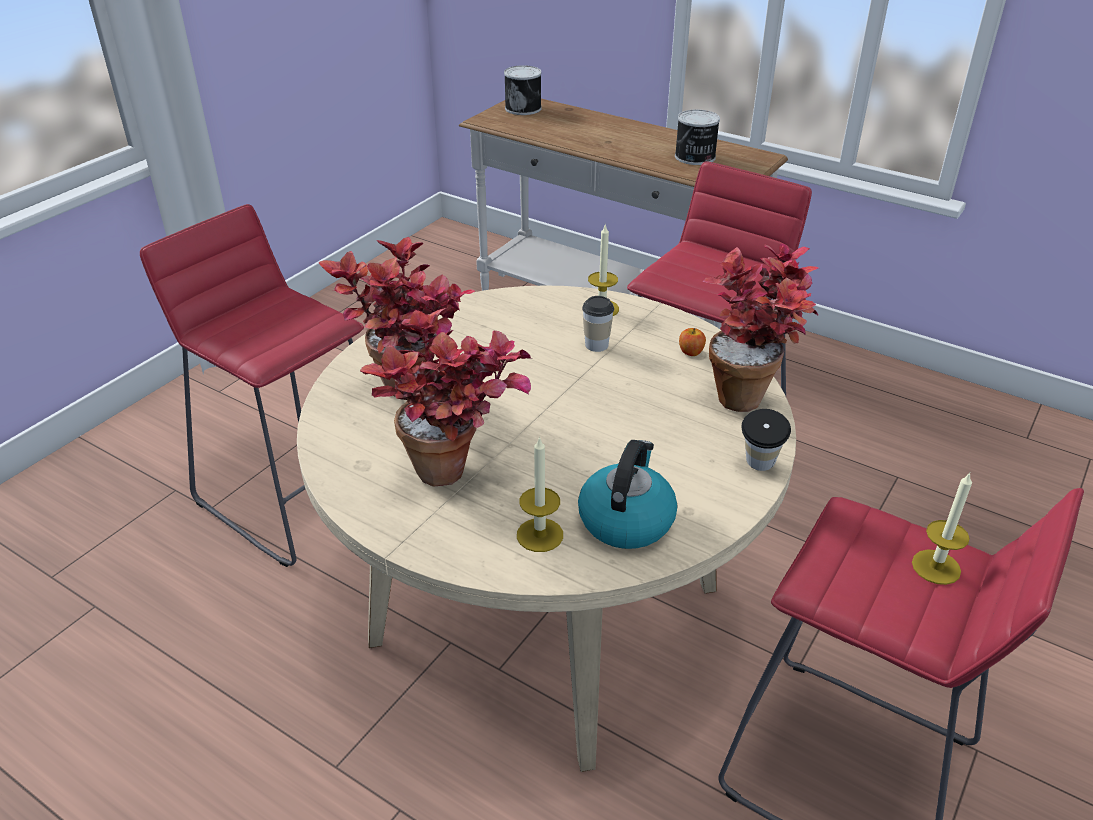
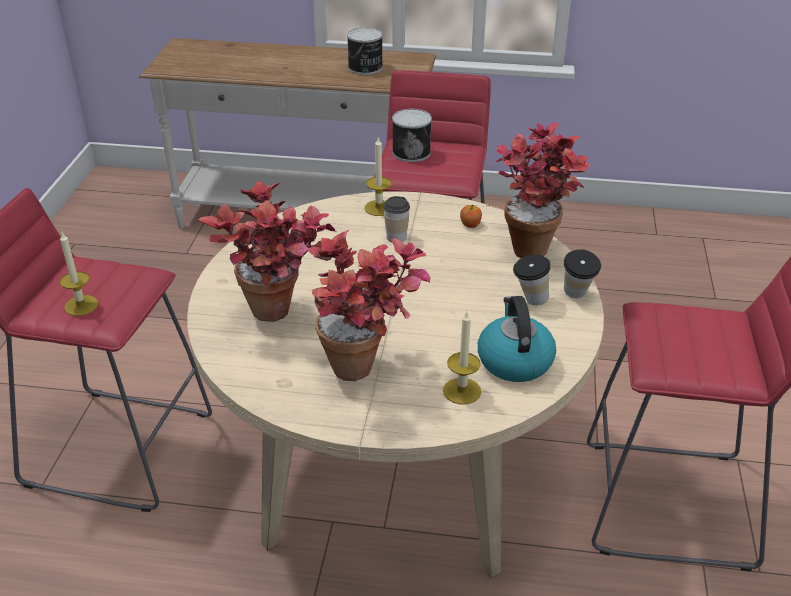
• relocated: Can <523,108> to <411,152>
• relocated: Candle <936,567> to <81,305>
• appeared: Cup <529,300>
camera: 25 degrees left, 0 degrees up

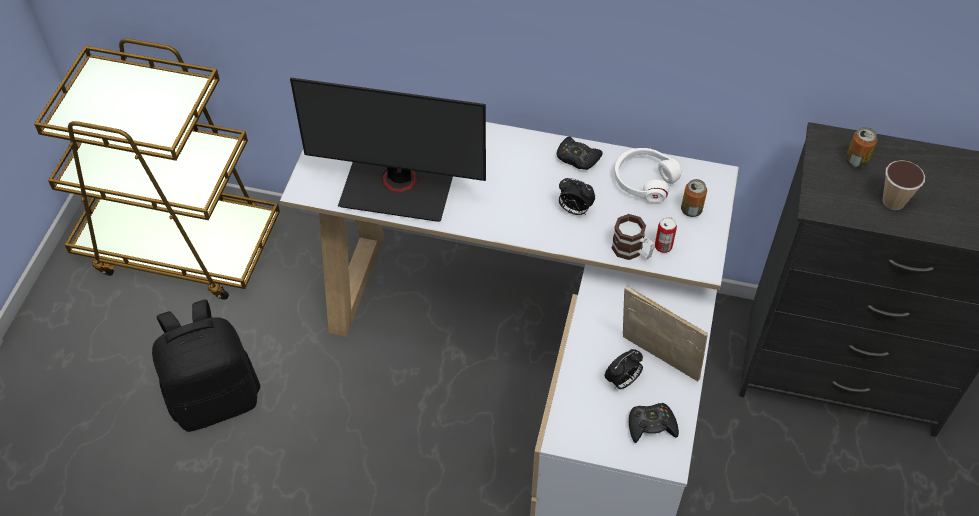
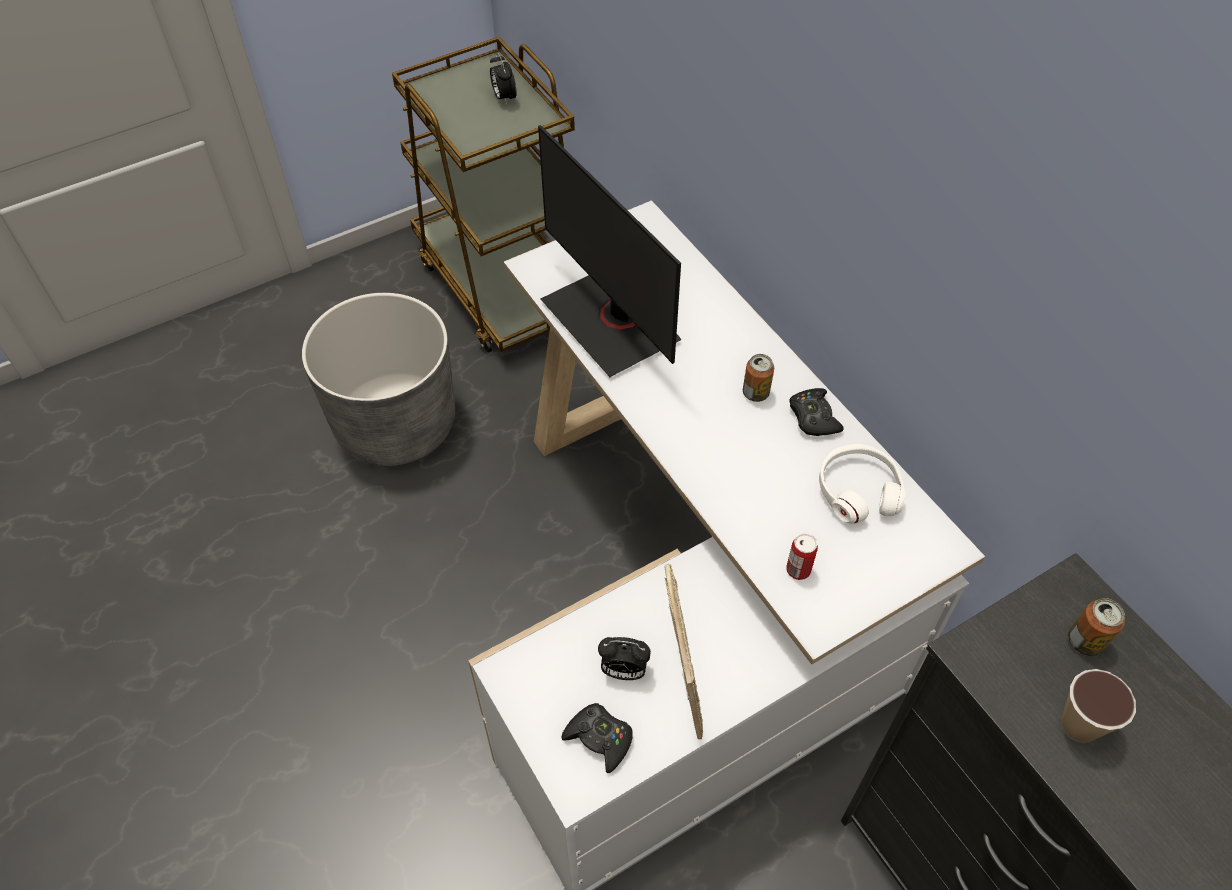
• exchanged: BlackBackpack <215,398> to GreyPlanter <396,424>
• relocated: AlarmClock <574,210> to <504,97>
• missing: Mug <632,251>
• relocated: Can <691,210> to <755,393>
camera: 45 degrees right, 0 degrees up

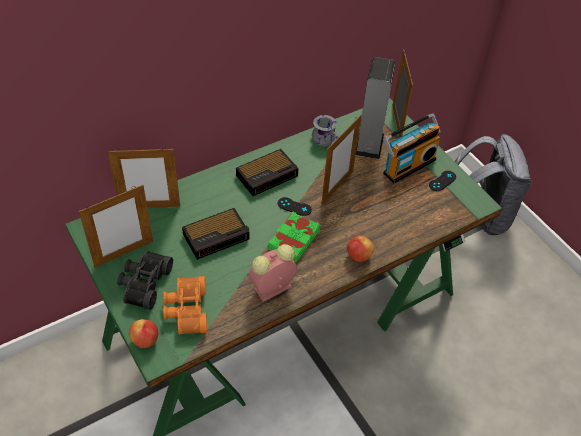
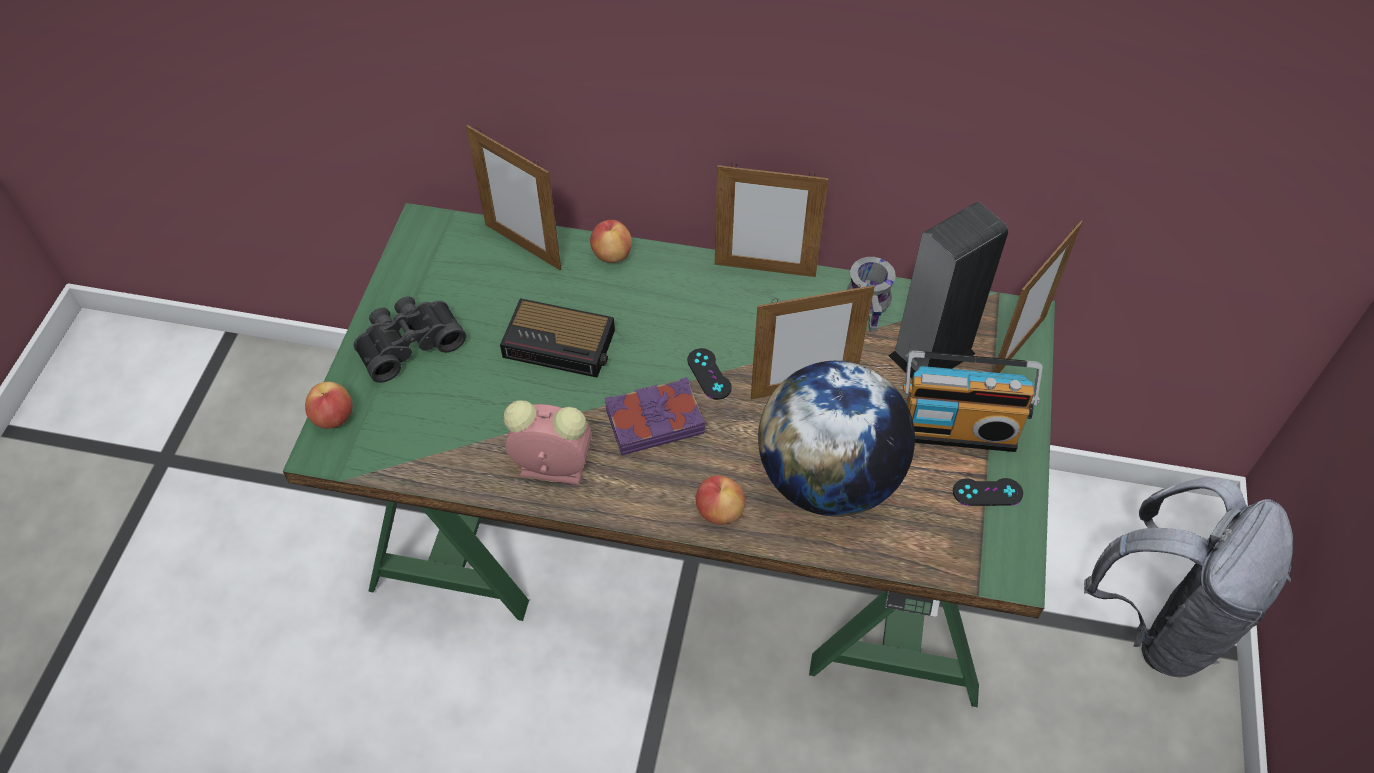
• relocated: PictureFrame <124,253> to <764,270>
• missing: OrangeBinoculars <185,310>
• missing: AlarmClock <268,175>
• colour: GreenBook <293,240> to PurpleBook <654,420>
• appeared: Apple <612,254>
• appeared: Globe <828,478>
camera: 45 degrees right, 5 degrees up

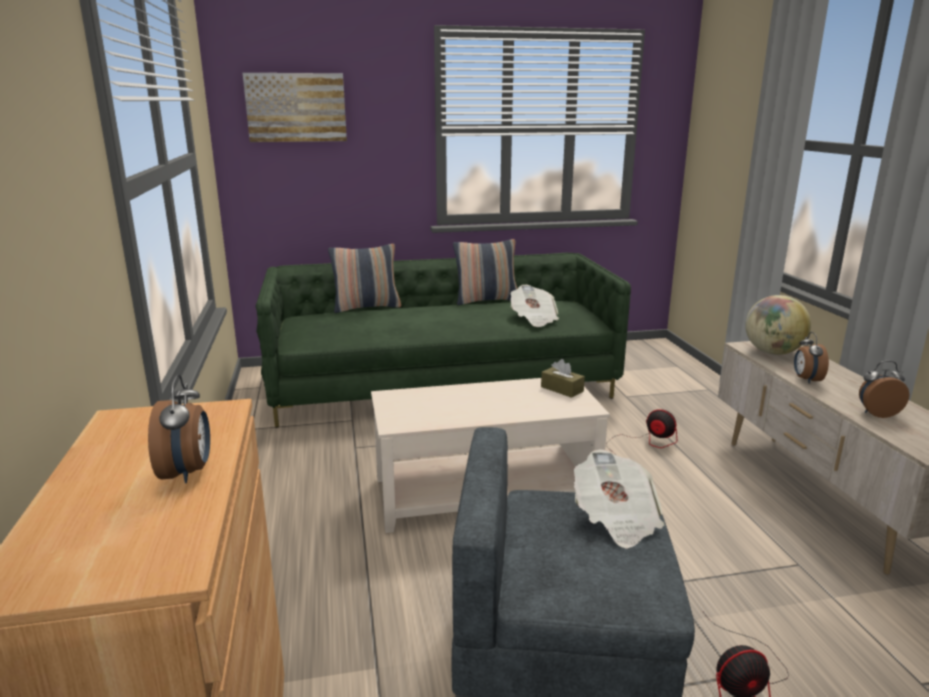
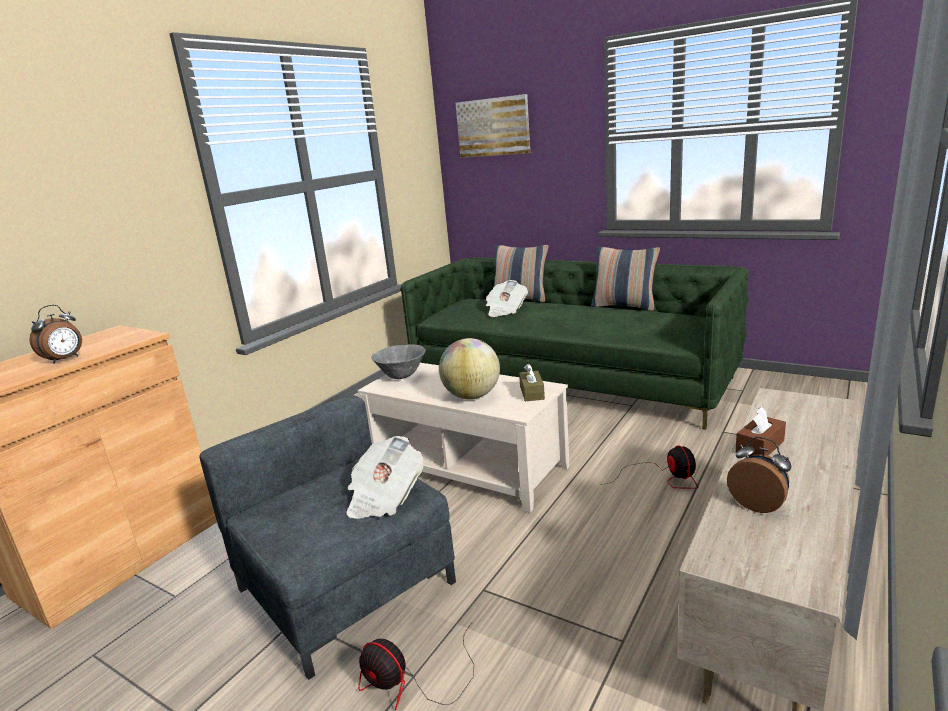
• relocated: Newspaper <534,319> to <505,310>
• relocated: Globe <772,352> to <472,396>
• exchanged: AlarmClock <806,380> to BrownTissueBox <759,447>
• appeared: GreyBowl <401,376>
camera: 45 degrees right, 0 degrees up

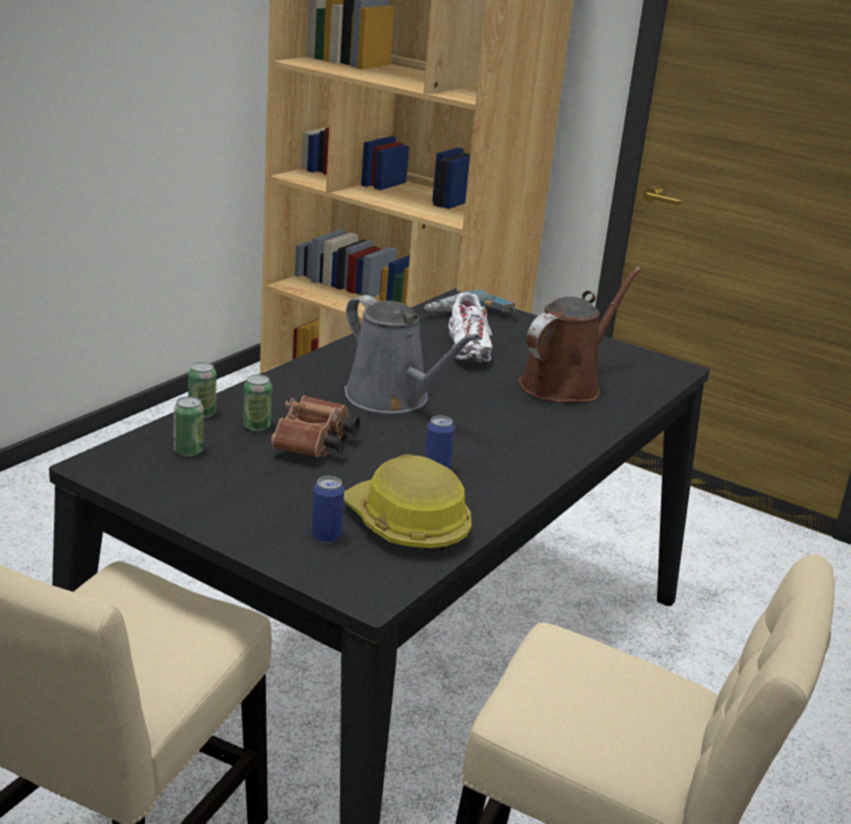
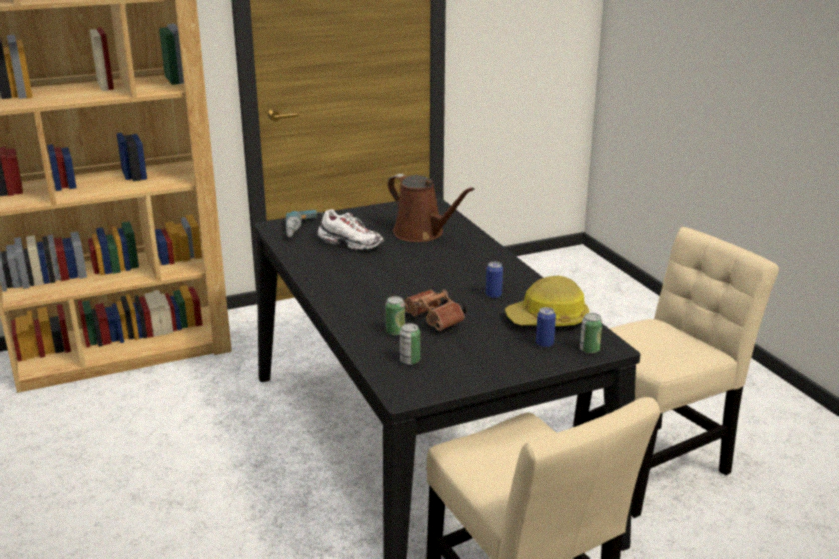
• relocated: Can <202,413> to <589,350>
• missing: GreyWateringCan <392,399>
• spun: BrownWateringCan <565,384> = <422,233> 150 degrees clockwise
camera: 55 degrees left, 0 degrees up

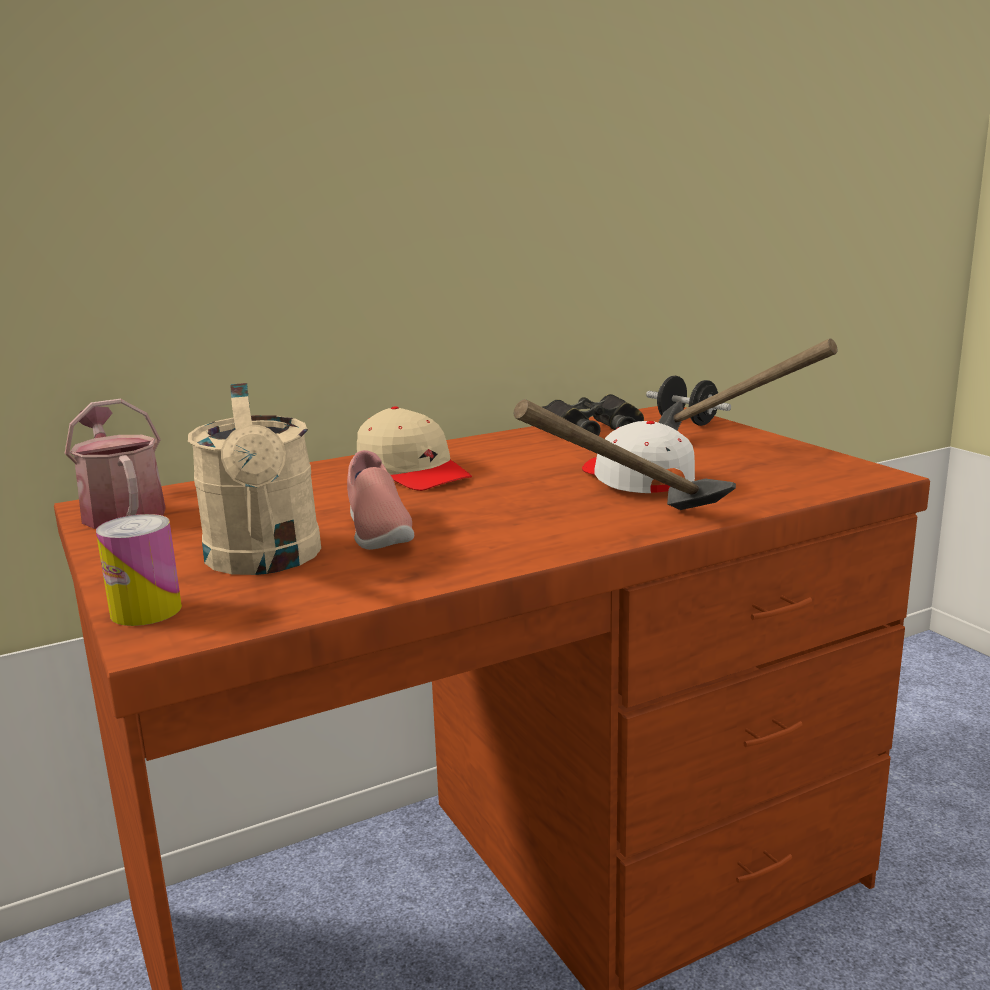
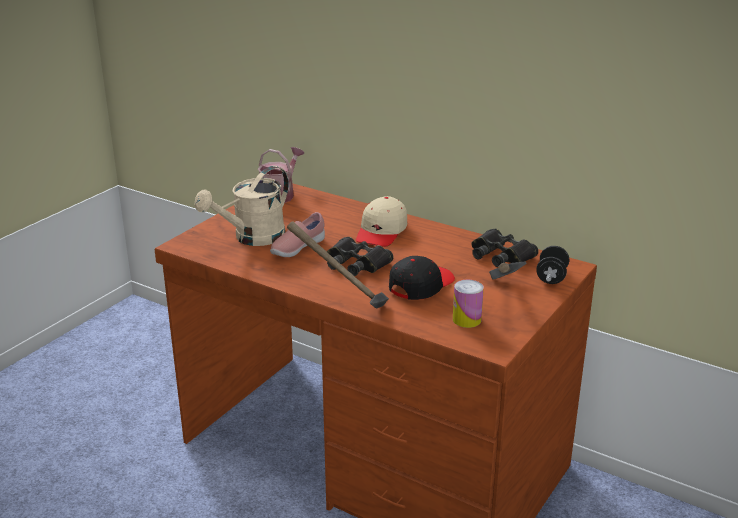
• relocated: Can <146,610> to <467,320>
• colour: WhiteCap <635,479> to BlackCap <421,285>
• appeared: BlackBinoculars <356,263>
camera: 60 degrees right, 10 degrees up

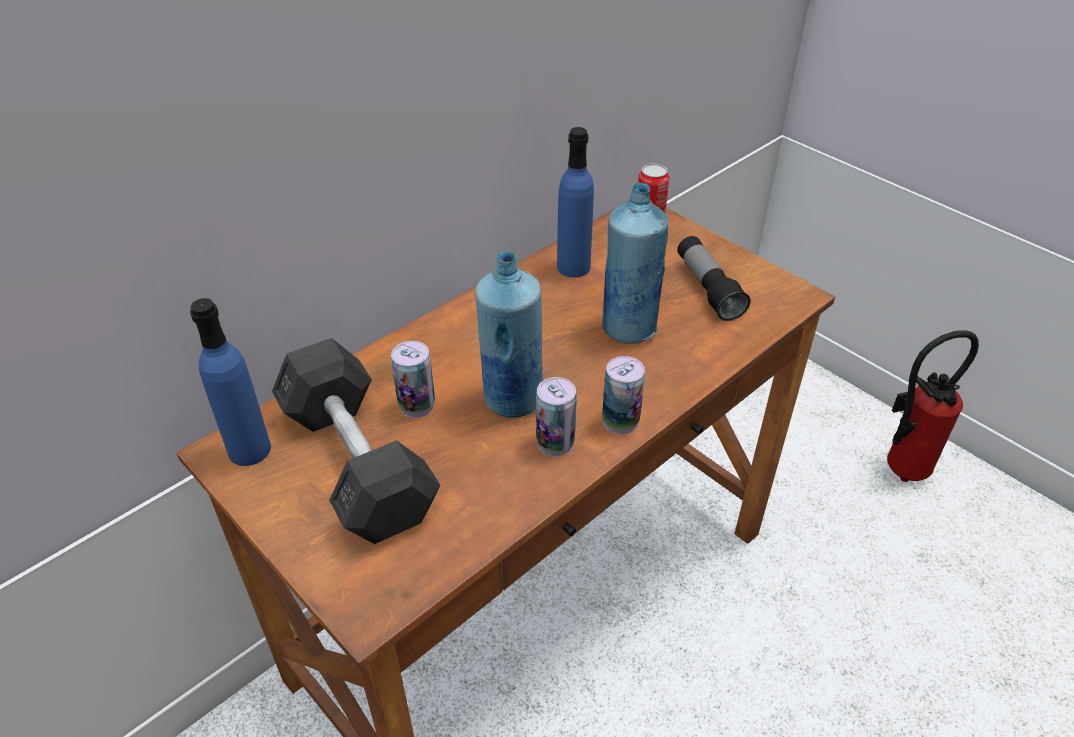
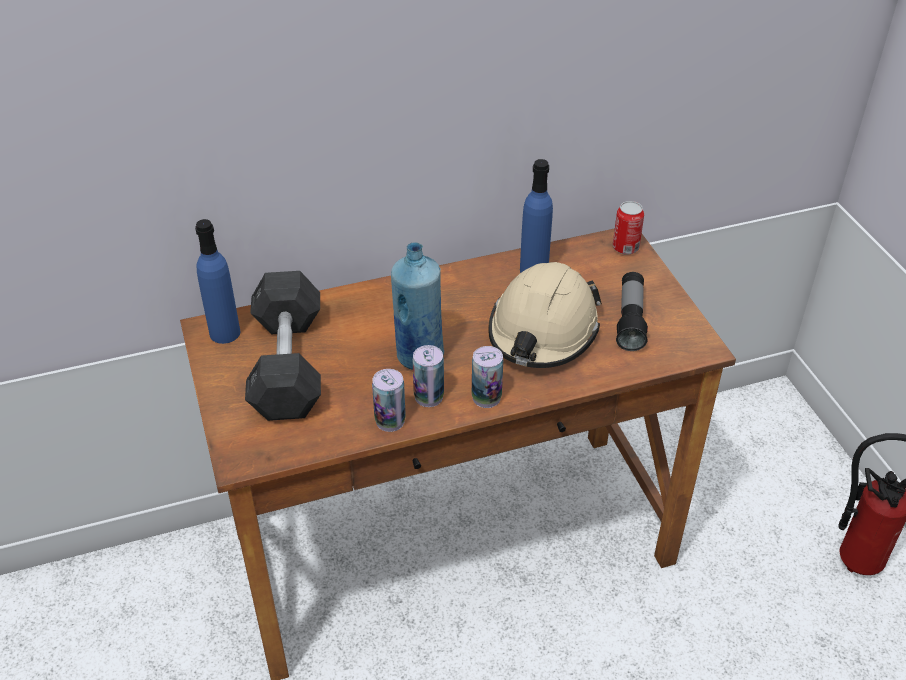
• relocated: Can <417,405> to <390,421>
• exchanged: BlueBottle <629,328> to BeigeHardHat <543,331>
camera: 25 degrees right, 0 degrees up

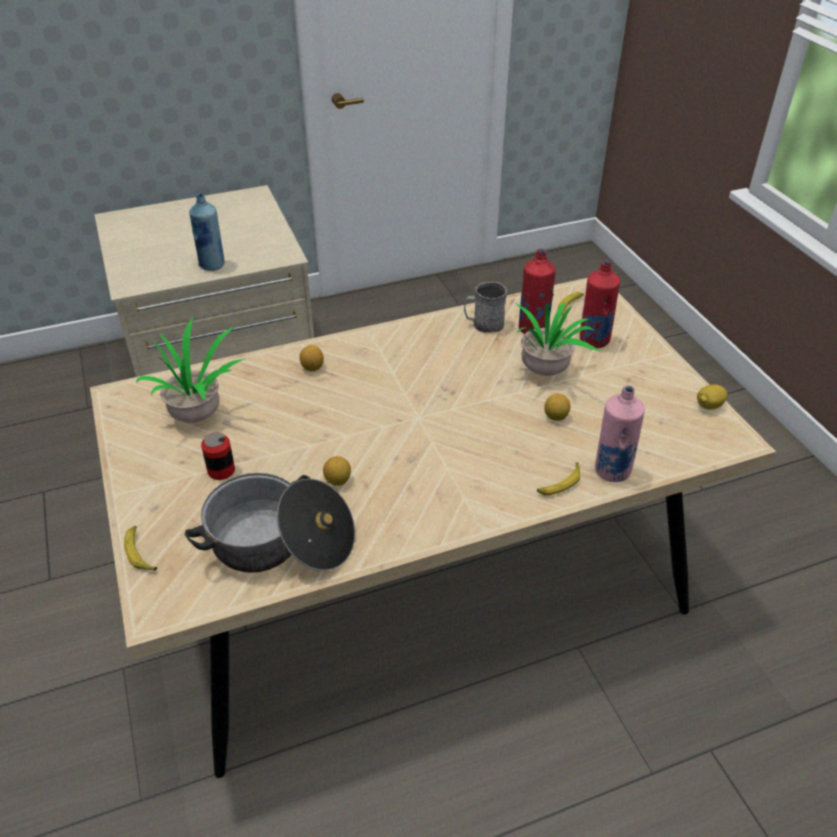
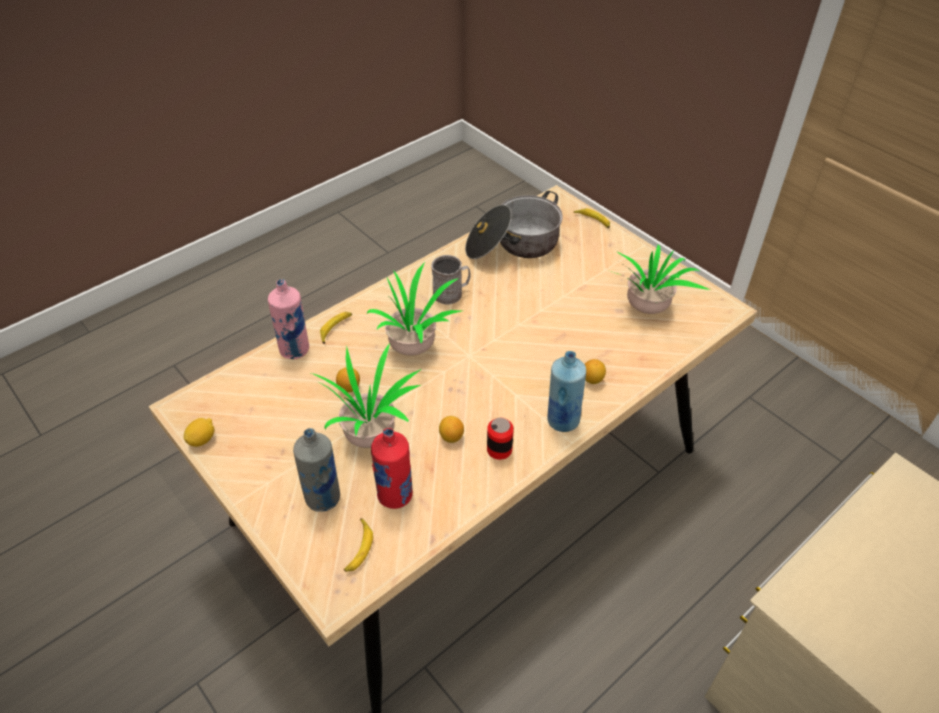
• relocated: BlueBottle <212,265> to <562,420>
• relocated: Can <221,470> to <499,450>
• relocated: Lemon <338,480> to <451,437>
• relocated: GreyMug <483,324> to <451,293>
• colour: RedBottle <593,340> to GreyBottle <323,497>
• appeared: PottedPlant <415,347>
camera: 160 degrees right, 5 degrees up

